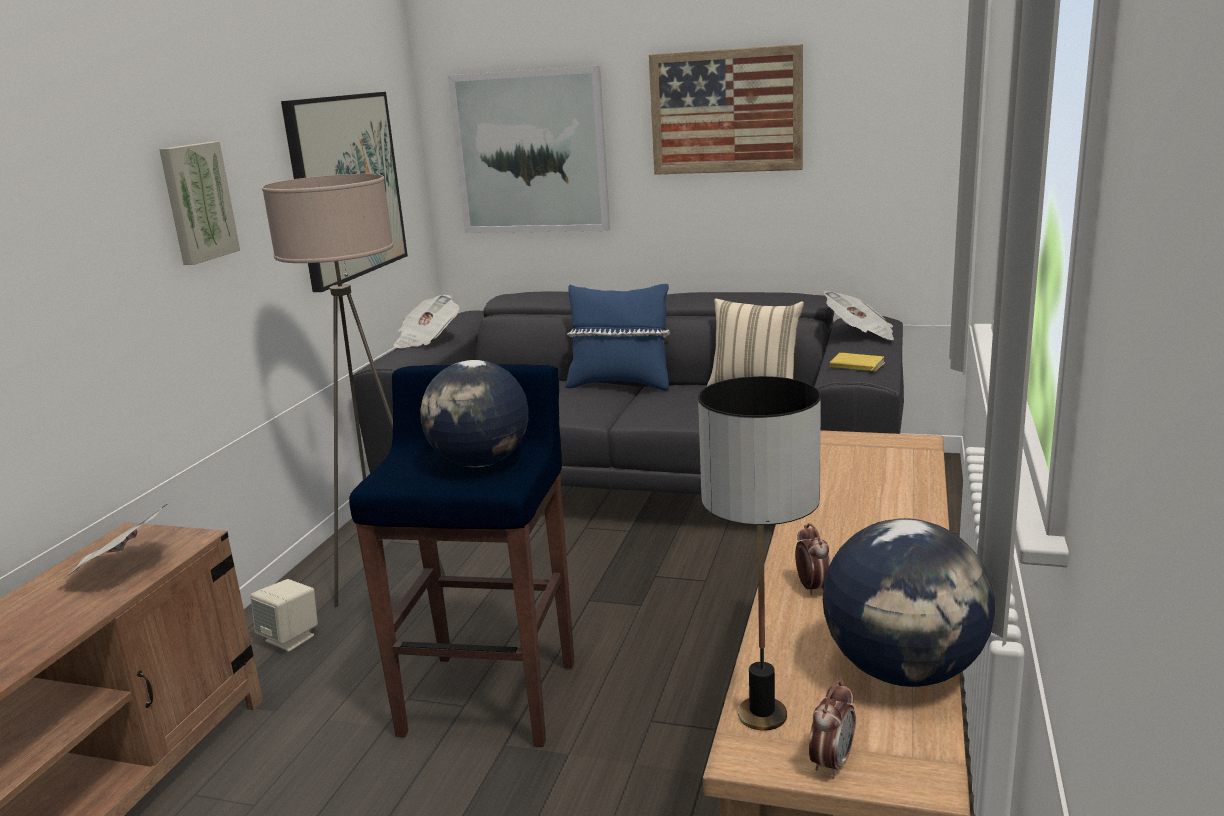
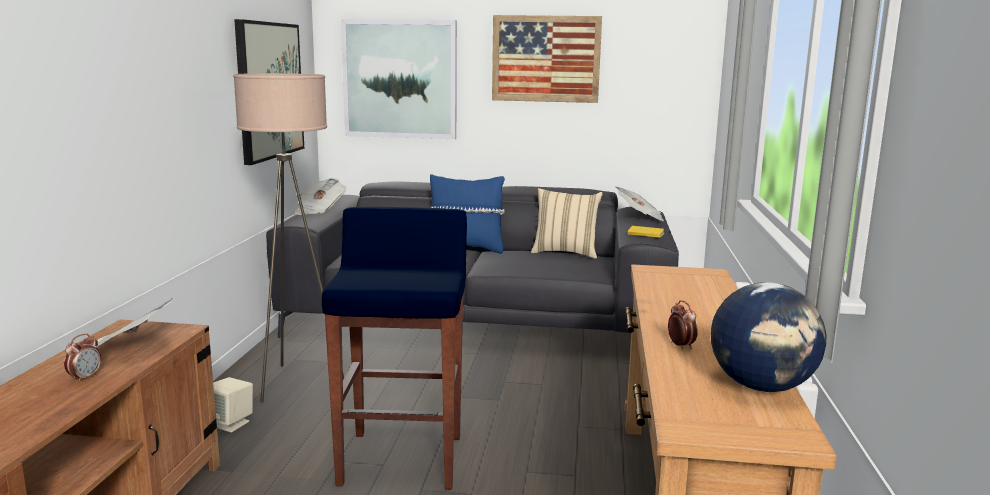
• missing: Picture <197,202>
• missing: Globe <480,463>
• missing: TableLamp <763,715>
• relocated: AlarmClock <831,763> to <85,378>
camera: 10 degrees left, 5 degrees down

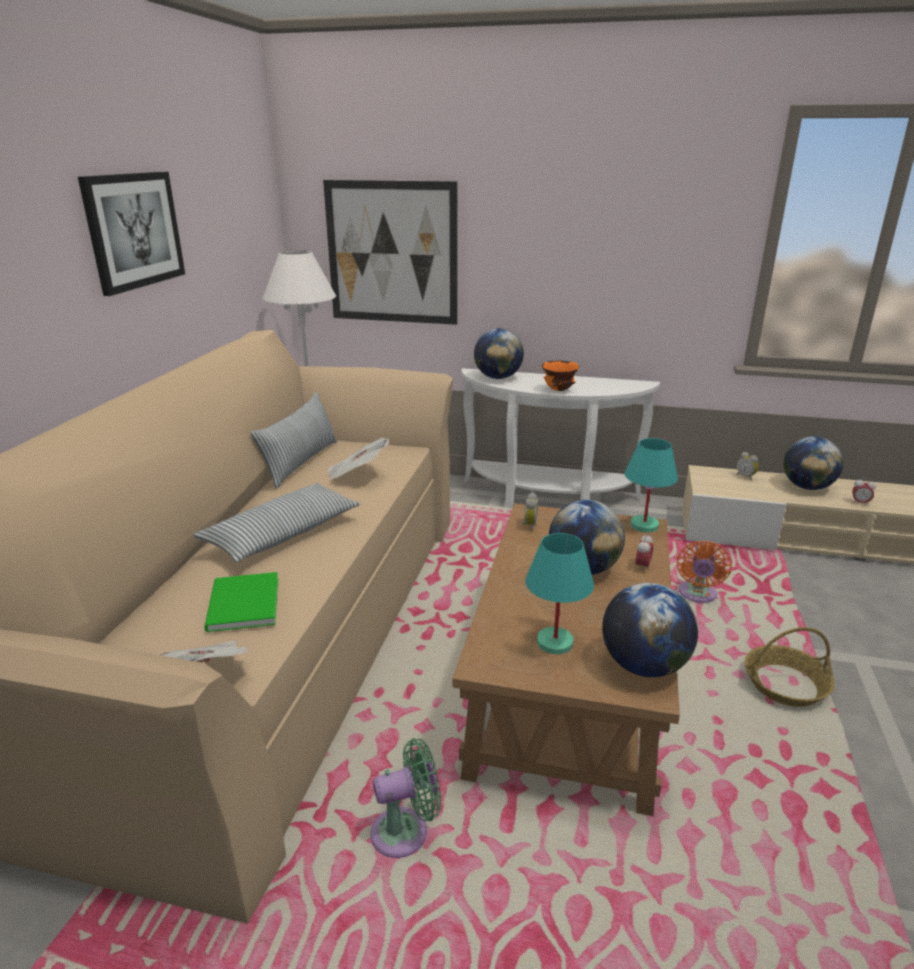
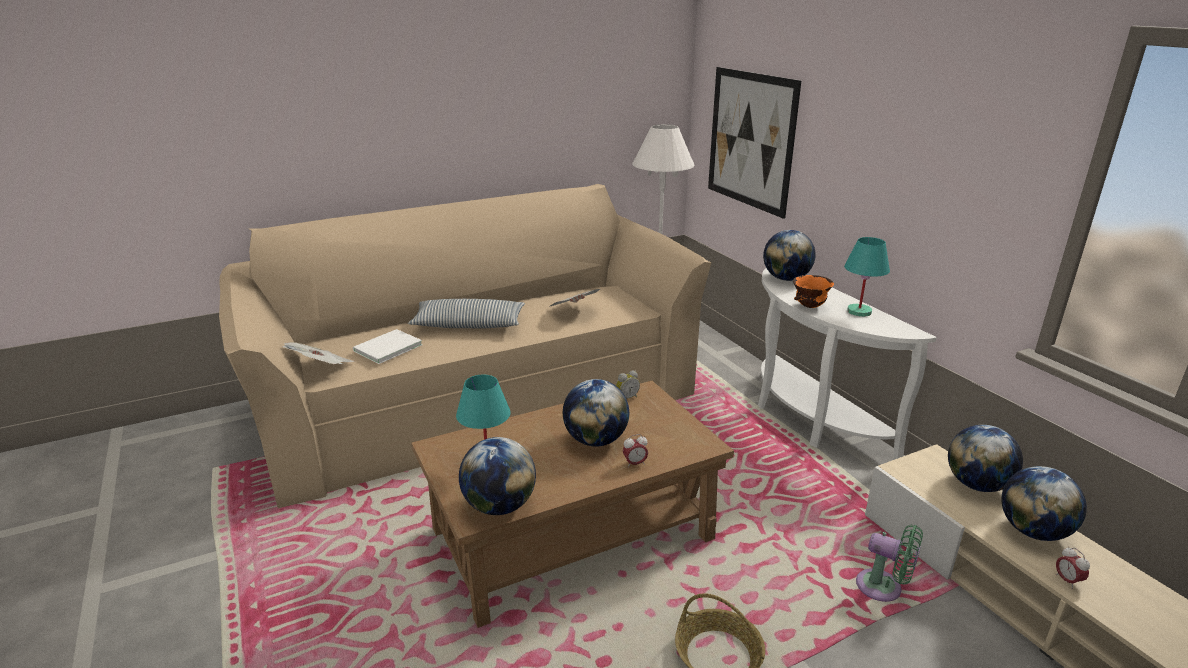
• missing: Picture <134,230>
• colour: GreenBook <241,605> to WhiteBook <385,348>
• missing: Pillow <300,462>
• relocated: GreenFan <405,831> to <883,588>
• relocated: TurquoiseTableLamp <644,525> to <859,311>
• missing: OrangeFan <697,595>
• exchanged: AlarmClock <746,477> to Globe <977,485>
camera: 50 degrees right, 0 degrees up

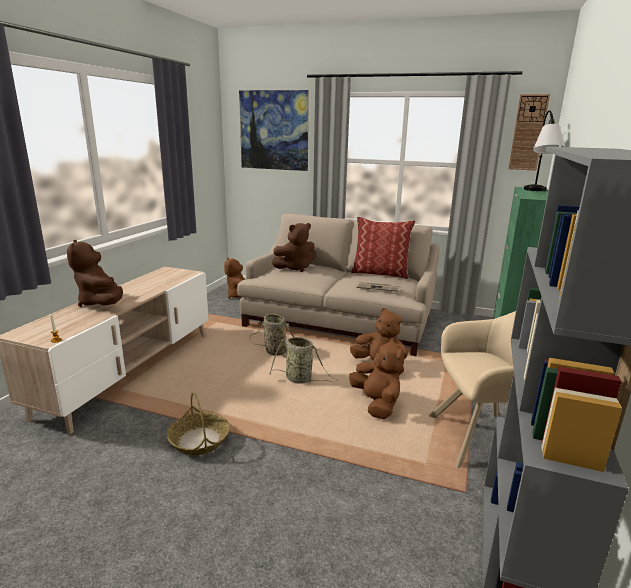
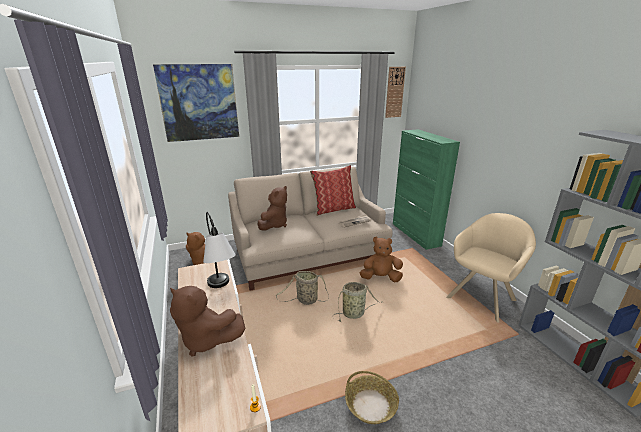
• missing: BrownPlushToy <376,404>
• relocated: TableLamp <538,191> to <221,289>
camera: 40 degrees left, 5 degrees up

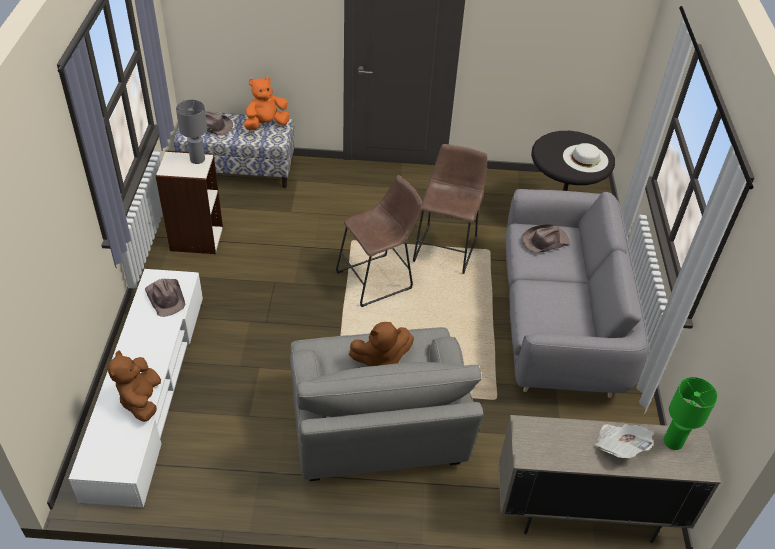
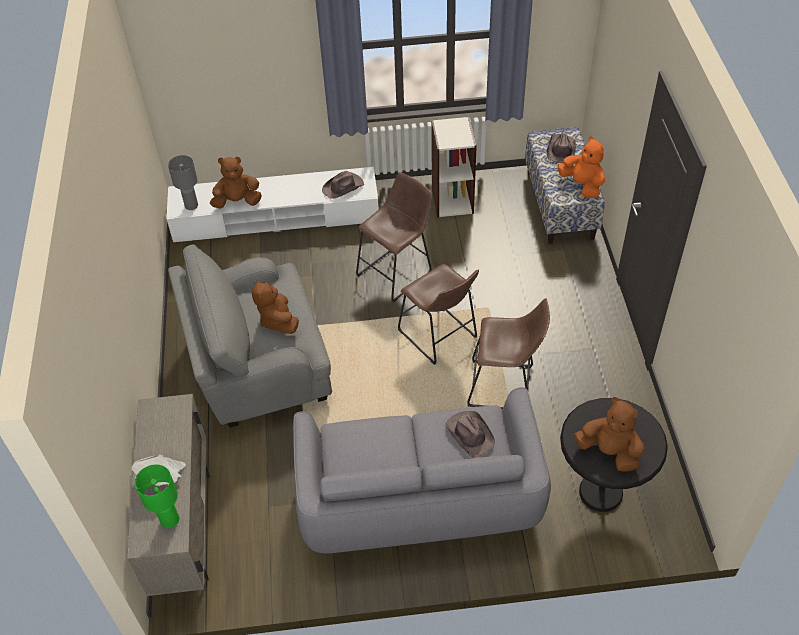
• relocated: GreyTableLamp <197,160> to <191,205>
• exchanged: WhiteHat <585,158> to BrownPlushToy <609,451>
• appeared: BrownStool <397,272>
camera: 85 degrees right, 5 degrees up

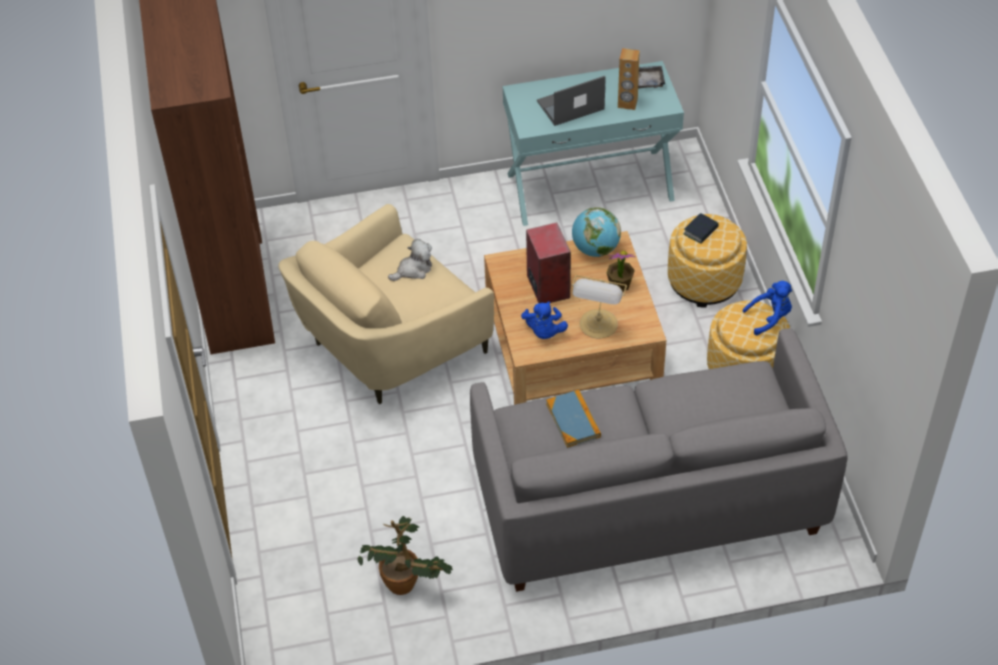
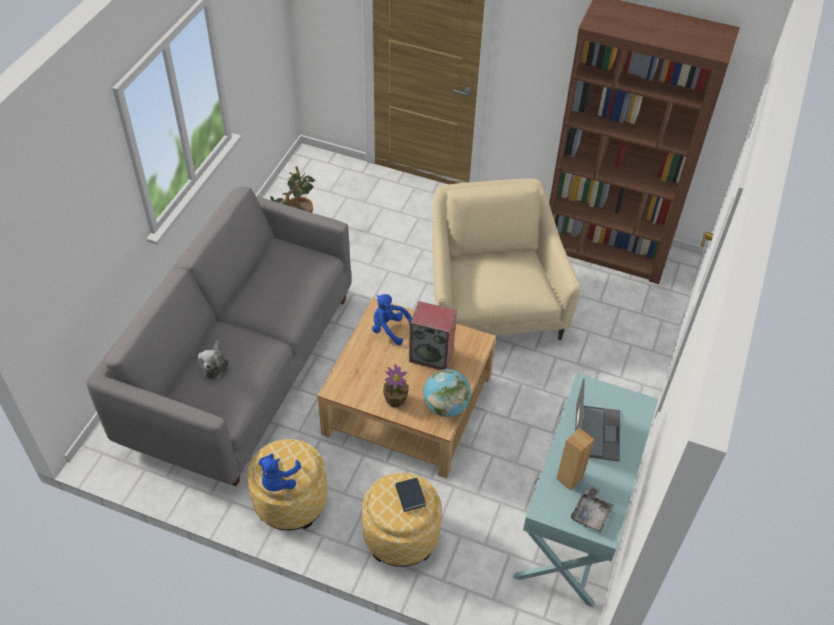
• relocated: PlushToy <413,270> to <214,365>
• missing: Book <573,420>
• missing: TableLamp <598,325>
camera: 120 degrees right, 0 degrees up

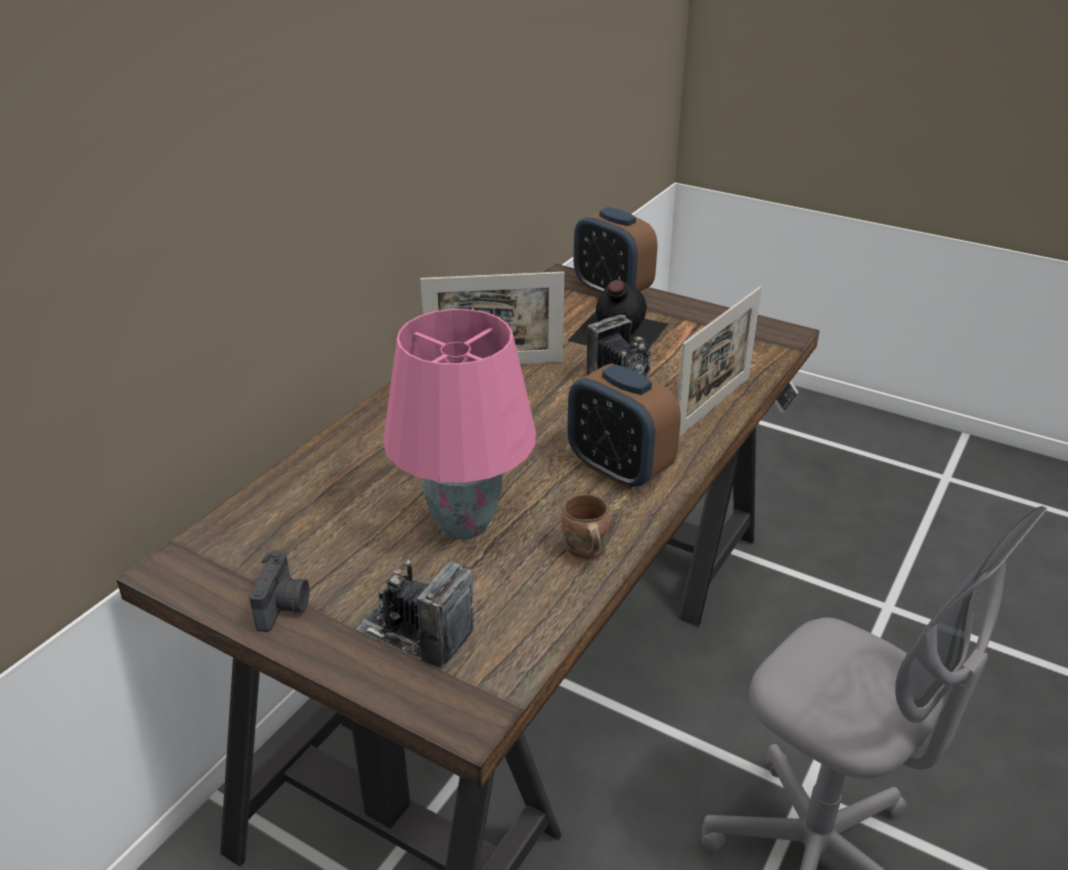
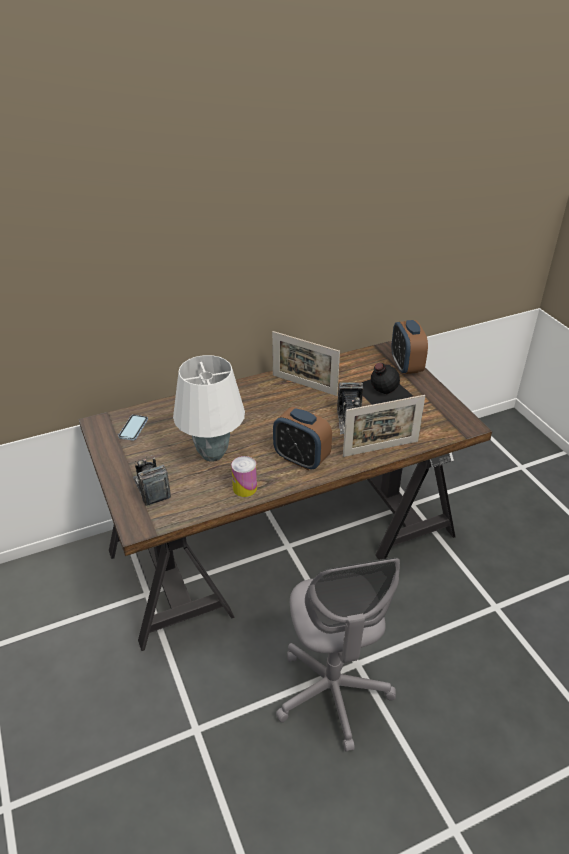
• missing: PhotoCamera <284,607>
• colour: PinkTableLamp <462,525> to WhiteTableLamp <211,454>
• exchanged: BrownMug <583,552> to Can <245,488>
• spun: AlarmClock <619,469> = <301,459> 45 degrees counterclockwise
• appeared: Phone <133,428>
camera: 35 degrees right, 5 degrees up

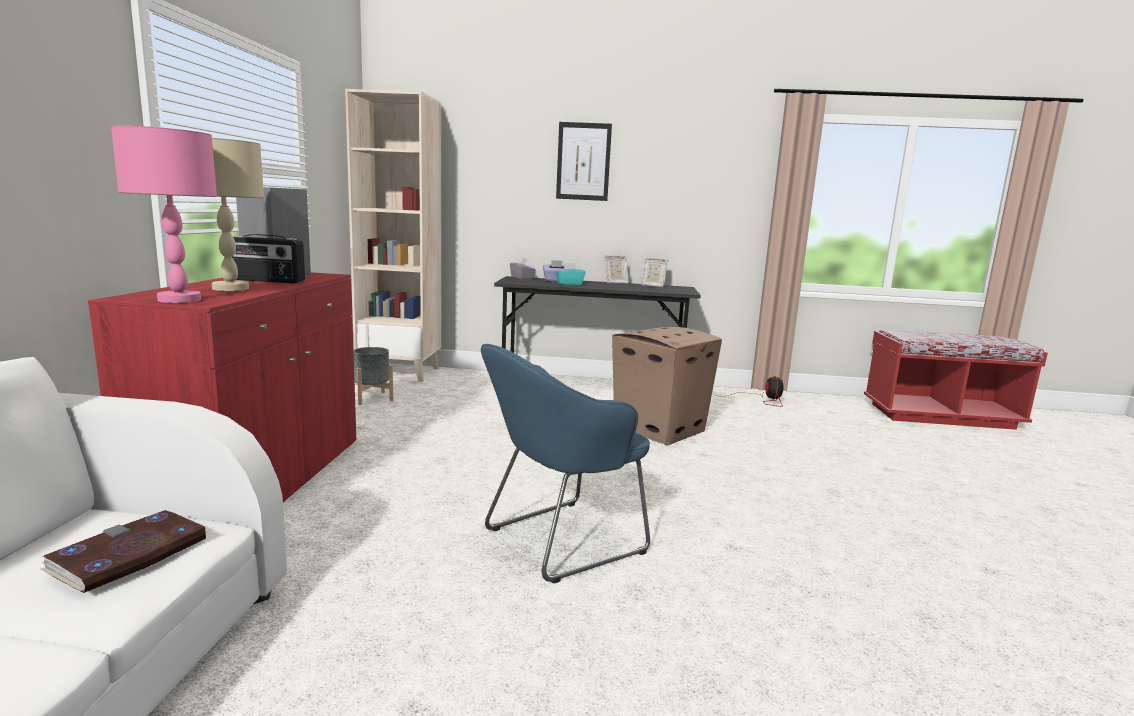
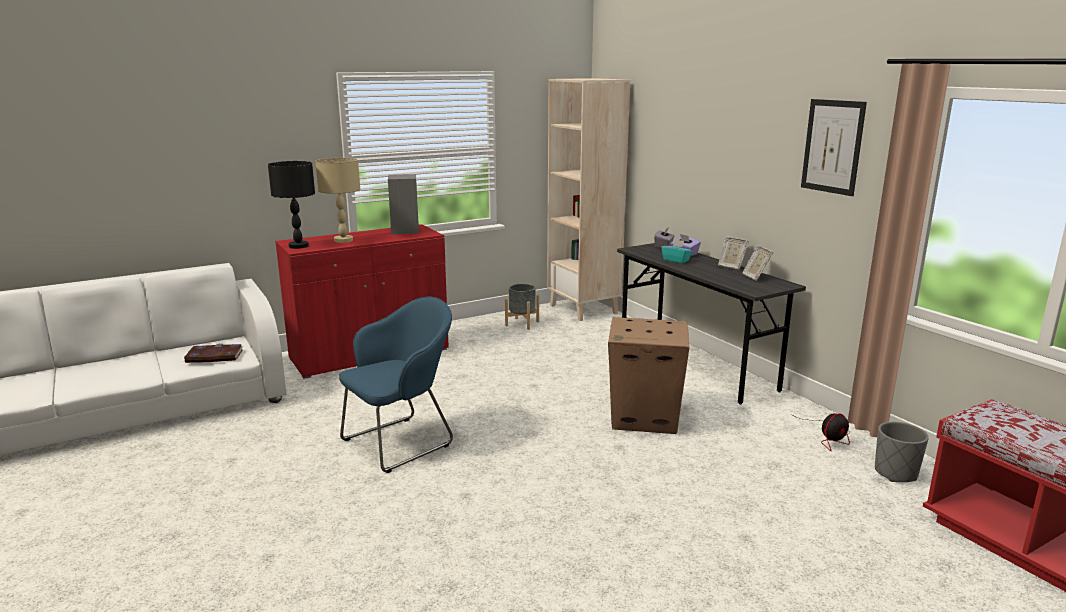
• colour: PinkTableLamp <180,300> to BlackTableLamp <298,246>
• missing: Radio <267,281>
• spun: BlueArmchair <557,541> = <402,441> 120 degrees clockwise
• relocated: Picture <583,161> to <832,146>
• appeared: GreyPlanter <895,473>
camera: 55 degrees right, 5 degrees up

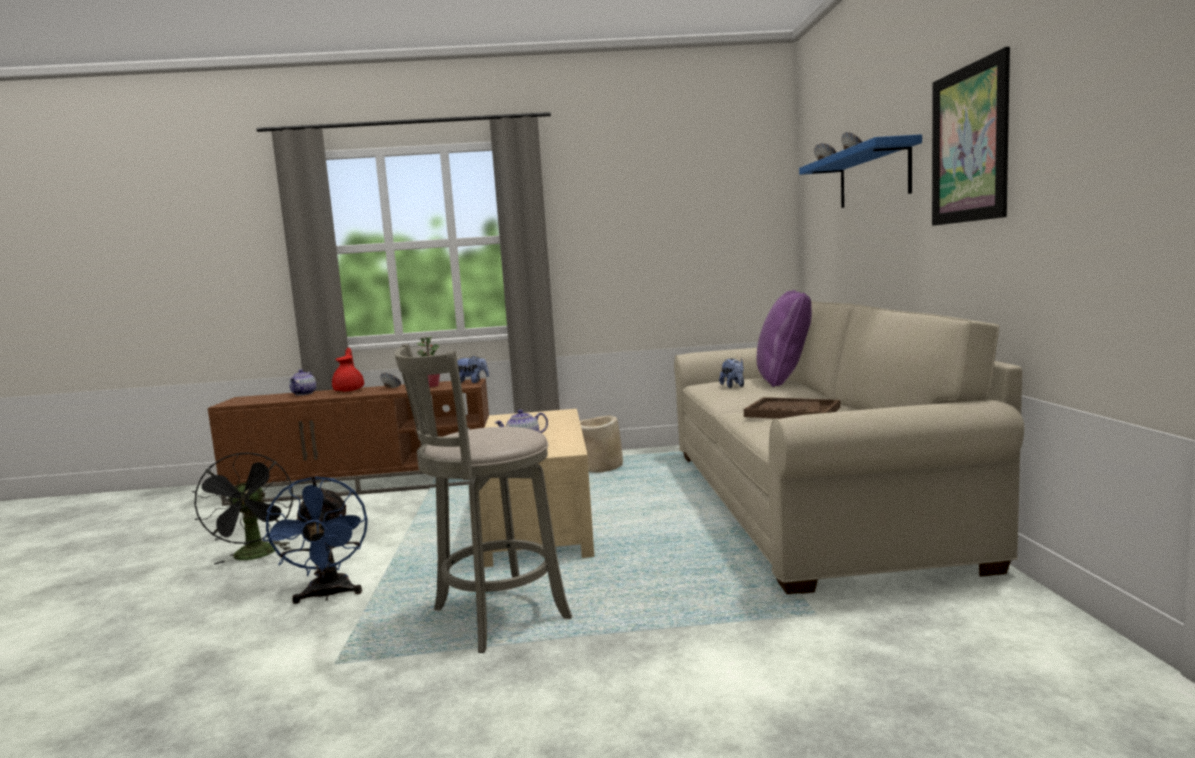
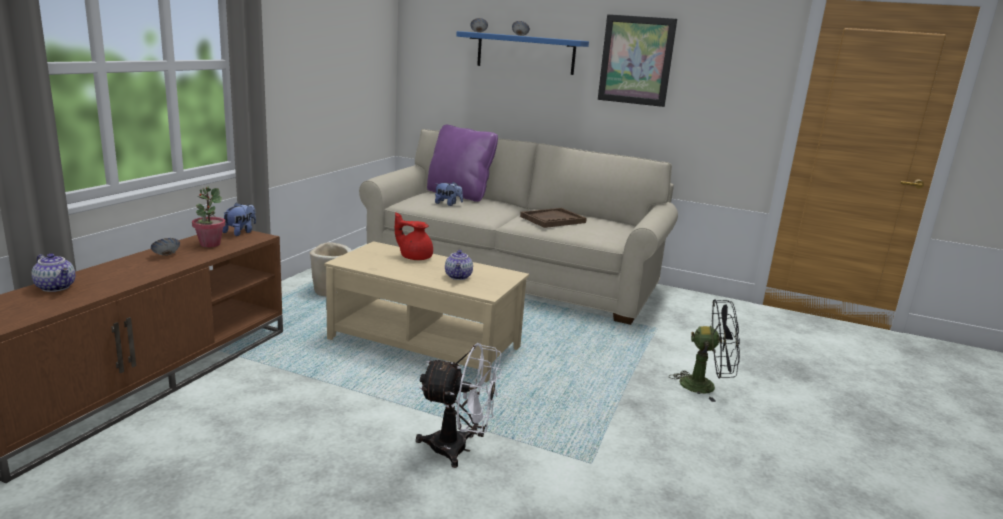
• relocated: BlackFan <255,556> to <705,386>
• colour: BlueFan <328,595> to WhiteFan <458,449>
• relocated: RedTeapot <350,390> to <414,257>
• missing: GreyStool <494,616>
camera: 65 degrees left, 10 degrees up

